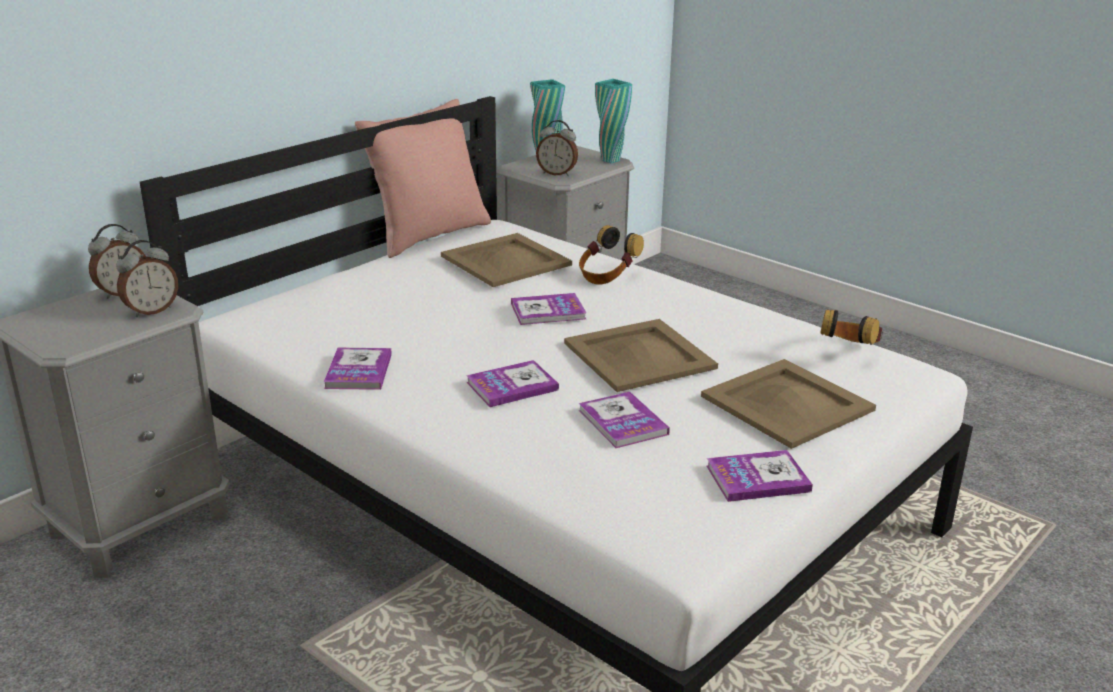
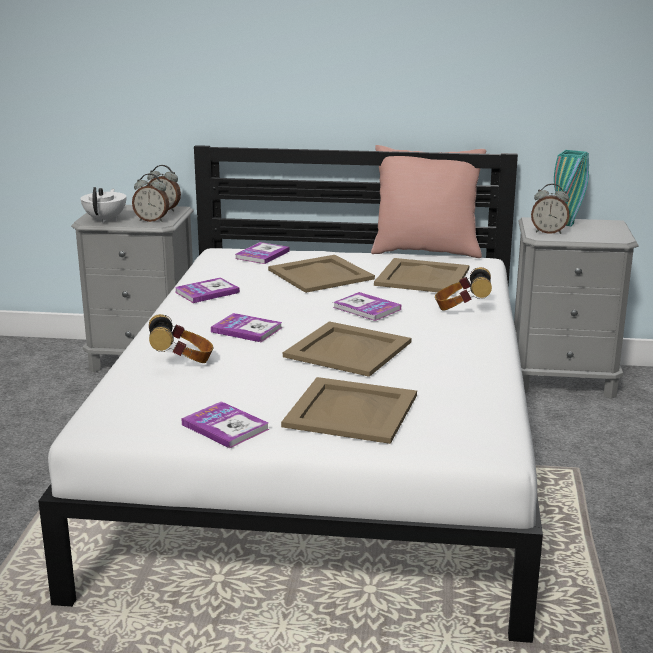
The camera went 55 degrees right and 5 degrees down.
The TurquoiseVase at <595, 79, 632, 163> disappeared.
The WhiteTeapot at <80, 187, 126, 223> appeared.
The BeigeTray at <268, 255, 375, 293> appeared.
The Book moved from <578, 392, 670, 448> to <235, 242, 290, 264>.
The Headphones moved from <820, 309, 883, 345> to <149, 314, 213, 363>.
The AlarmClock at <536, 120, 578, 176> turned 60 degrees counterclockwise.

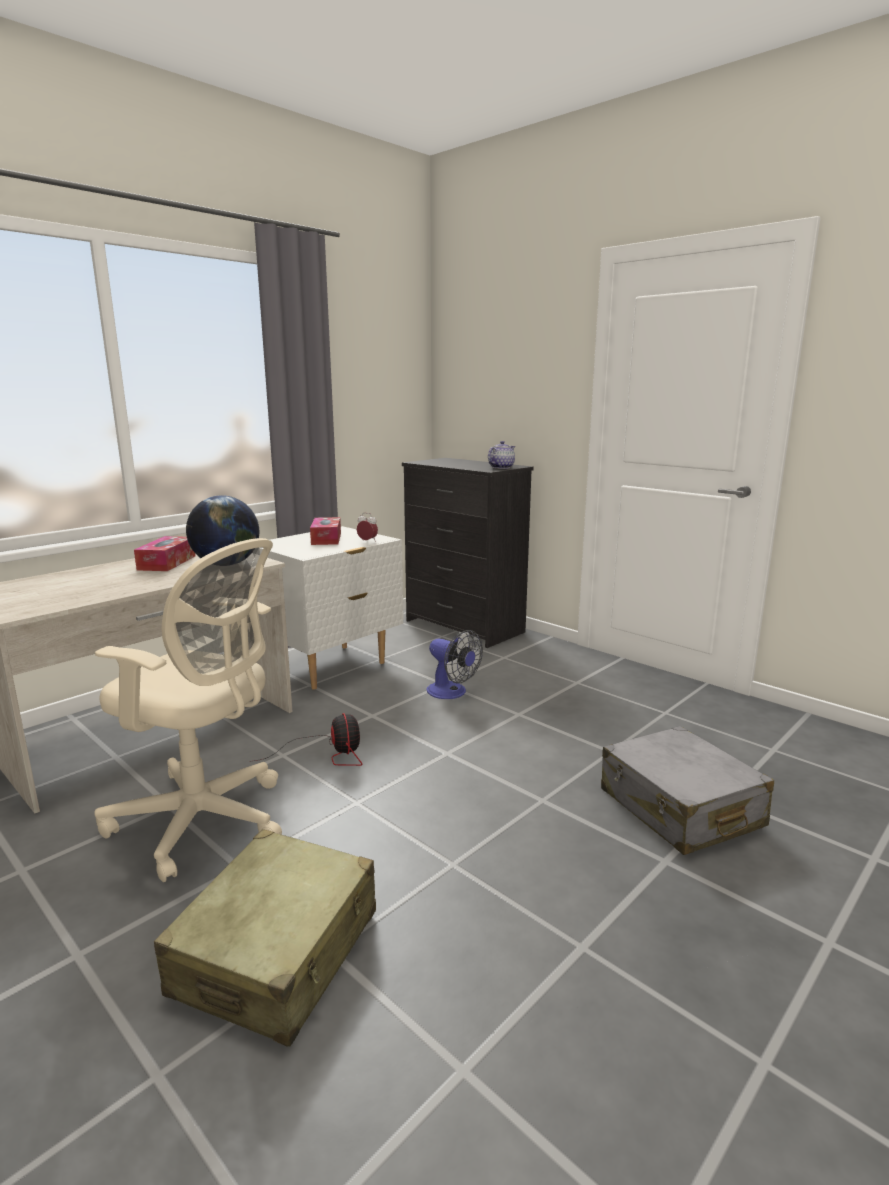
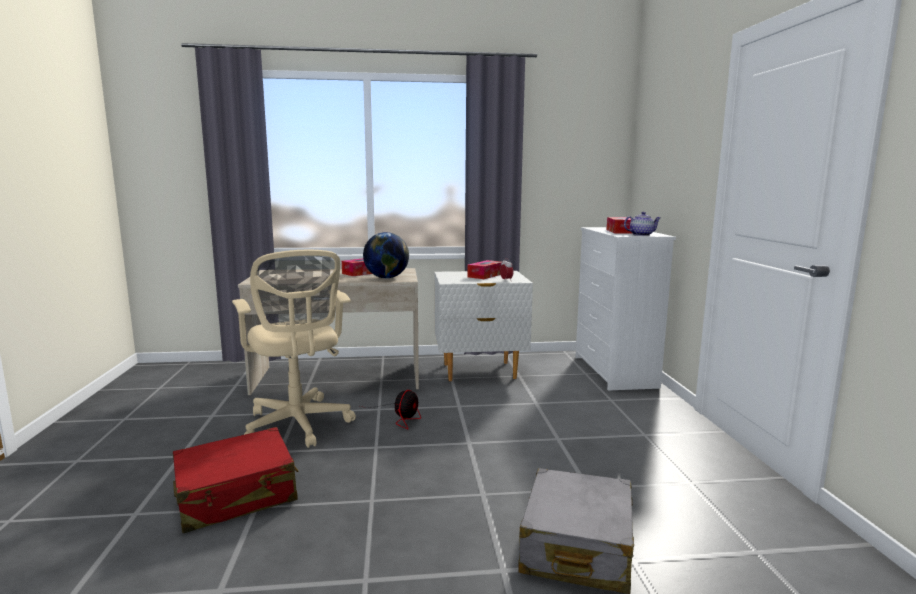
The camera went 40 degrees right and 5 degrees down.
The Fan at <426, 630, 483, 699> disappeared.
The TissueBox at <607, 217, 633, 234> appeared.
The BeigeSuitcase at <154, 829, 376, 1047> became the RedSuitcase at <173, 427, 299, 533>.
The BlackDresser at <402, 458, 534, 648> became the WhiteDresser at <575, 227, 676, 390>.

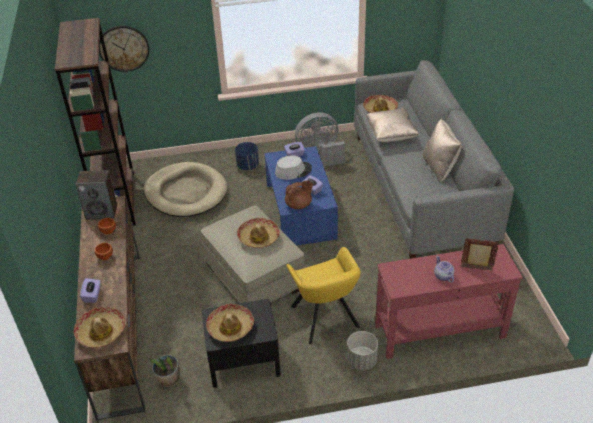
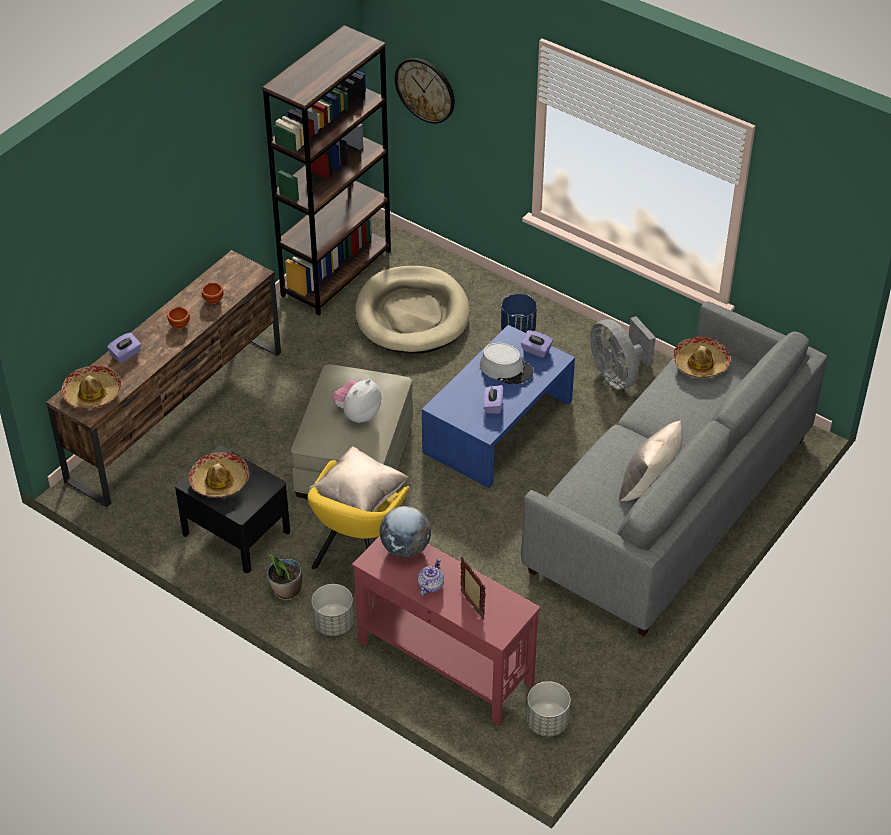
The camera went 45 degrees right and 5 degrees up.
The Speaker at <75, 170, 117, 220> disappeared.
The BrownTeapot at <285, 181, 313, 209> disappeared.
The Globe at <380, 506, 431, 558> appeared.
The GreyPlanter at <526, 681, 571, 736> appeared.
The PottedPlant moved from <150, 355, 180, 387> to <265, 551, 302, 600>.
The BeigePillow moved from <366, 108, 419, 142> to <308, 446, 409, 512>.
The Hat at <237, 218, 280, 248> was replaced by the PlushToy at <332, 379, 381, 423>.
The GreyFan at <295, 112, 345, 167> turned 150 degrees counterclockwise.

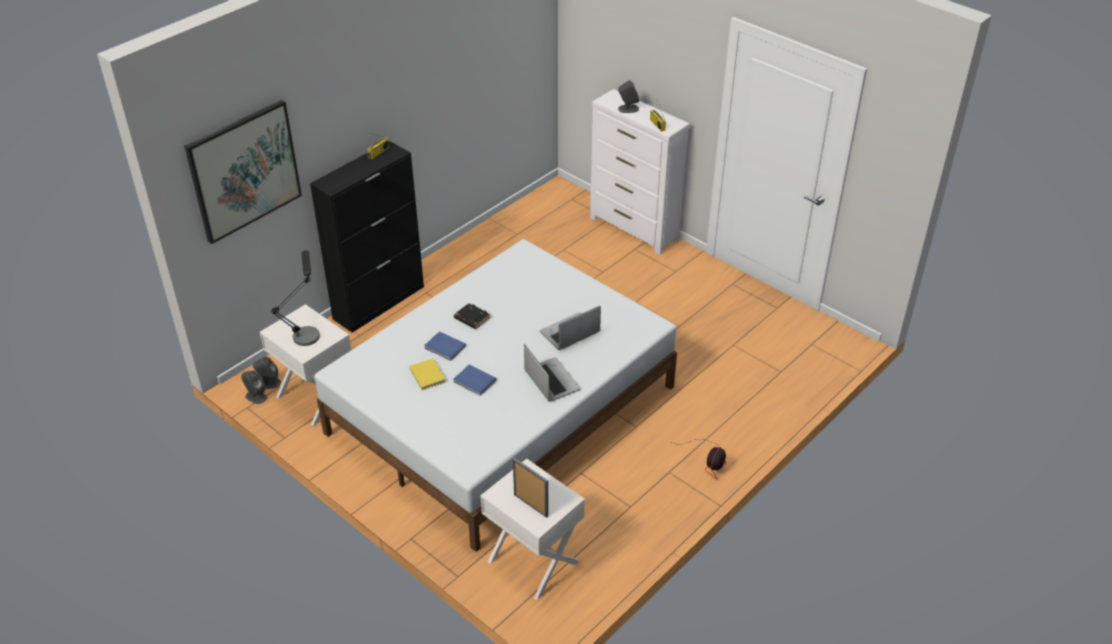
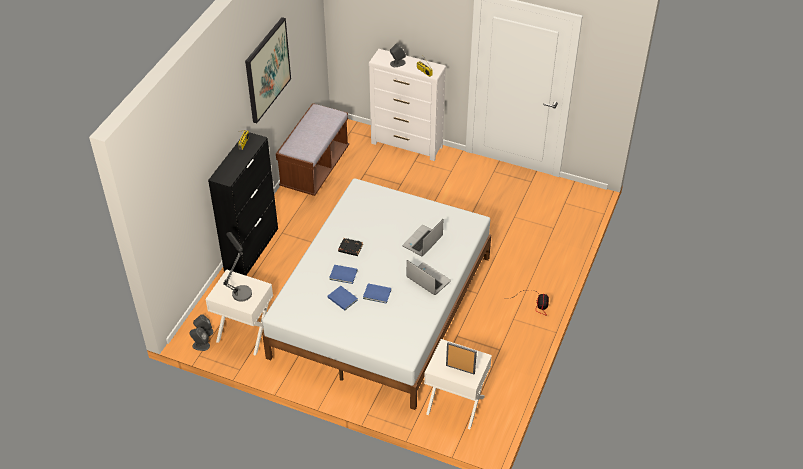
The camera went 20 degrees left and 5 degrees up.
The BrownBench at <276, 103, 349, 196> appeared.
The Picture moved from <184, 100, 302, 244> to <245, 17, 291, 123>.
The YellowBook at <409, 358, 446, 390> became the BlueBook at <328, 286, 358, 310>.

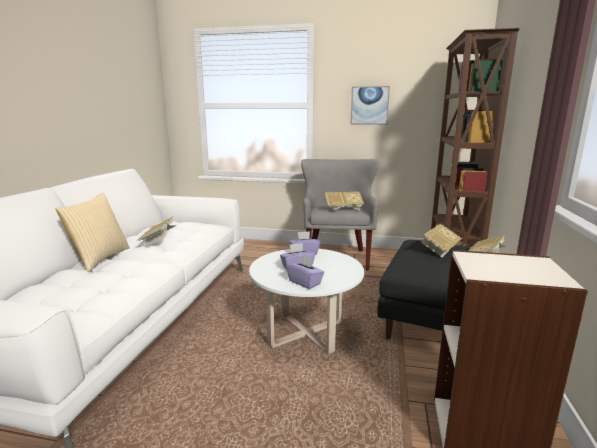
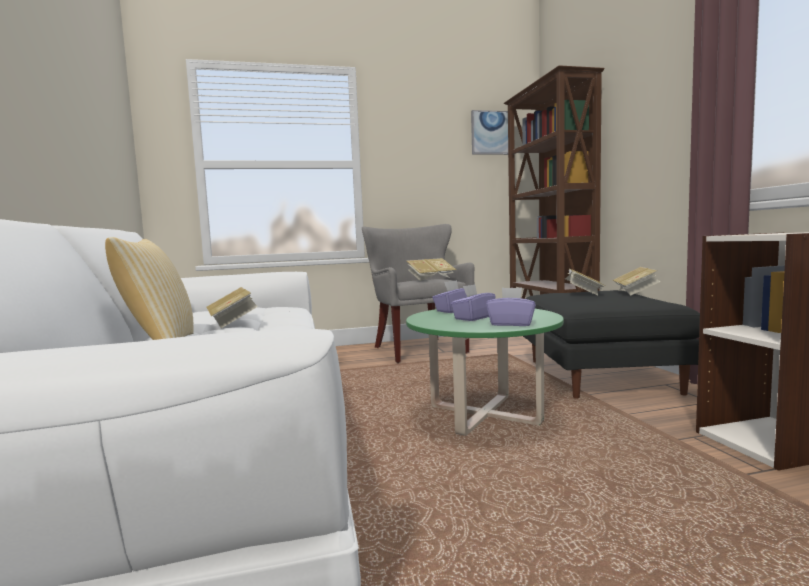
The camera went 25 degrees left and 10 degrees down.
The Picture moved from <350, 86, 390, 125> to <471, 110, 508, 155>.
The WhiteCoffeeTable at <249, 249, 364, 355> became the GreenCoffeeTable at <406, 309, 564, 436>.

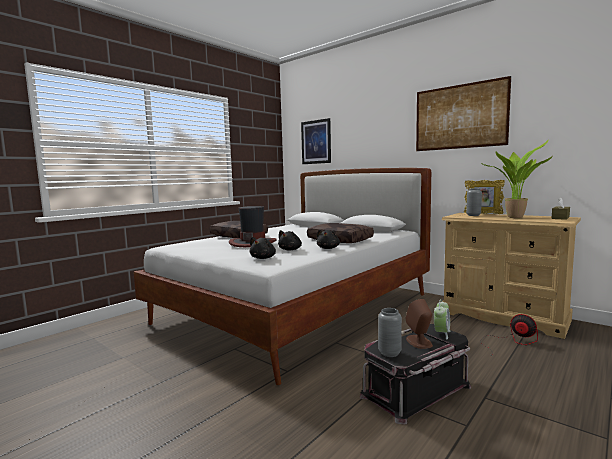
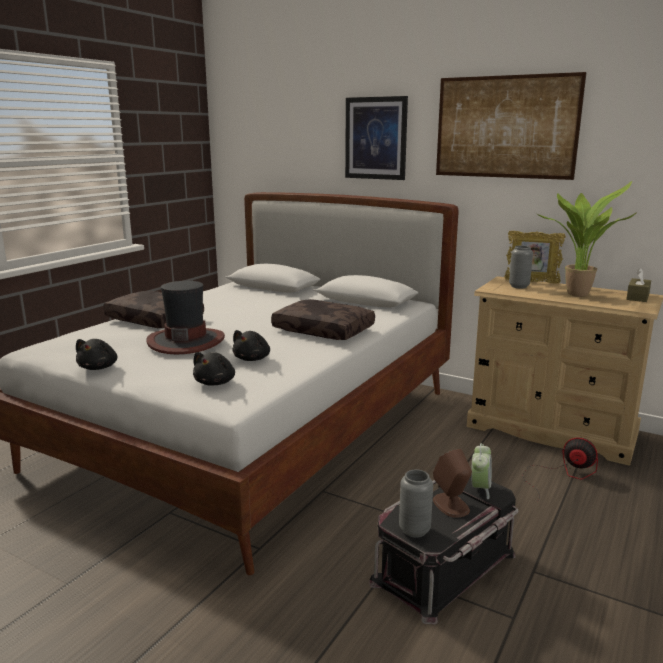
The camera went 10 degrees left and 10 degrees up.
The Picture moved from <301, 118, 331, 164> to <345, 96, 408, 180>.
The BlackPlushToy moved from <317, 229, 340, 249> to <76, 339, 117, 370>.

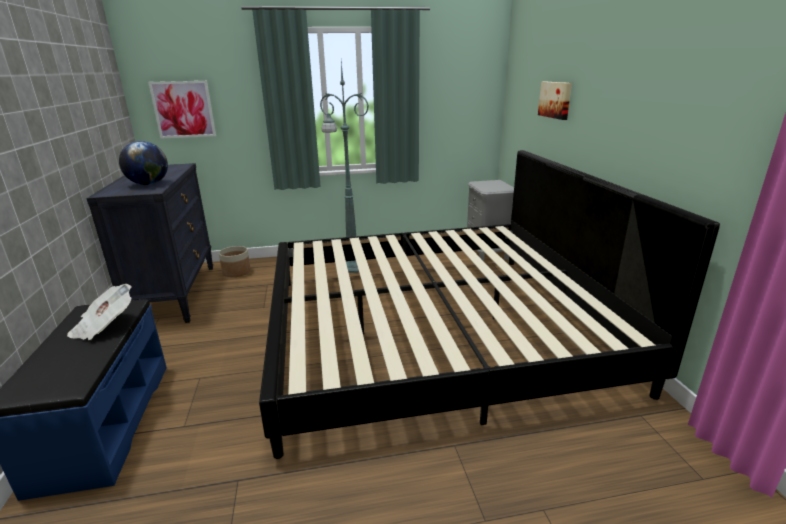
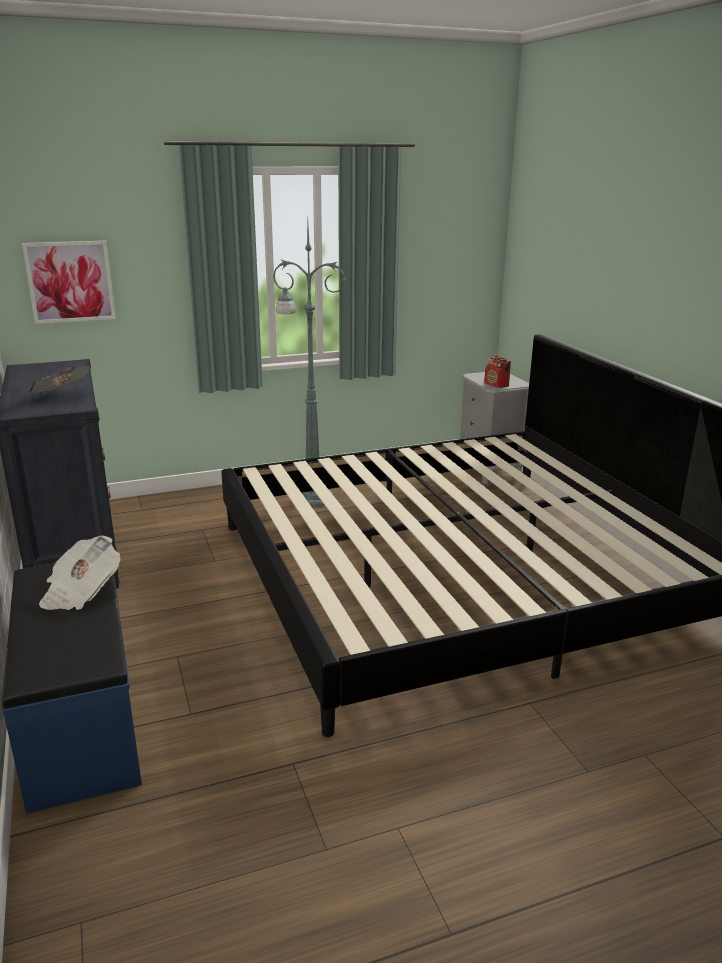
The camera went 10 degrees left and 0 degrees up.
The Planter at <219, 246, 251, 277> disappeared.
The Picture at <538, 81, 572, 120> disappeared.
The Radio at <484, 355, 511, 388> appeared.
The Globe at <119, 141, 168, 185> was replaced by the Newspaper at <28, 366, 90, 394>.

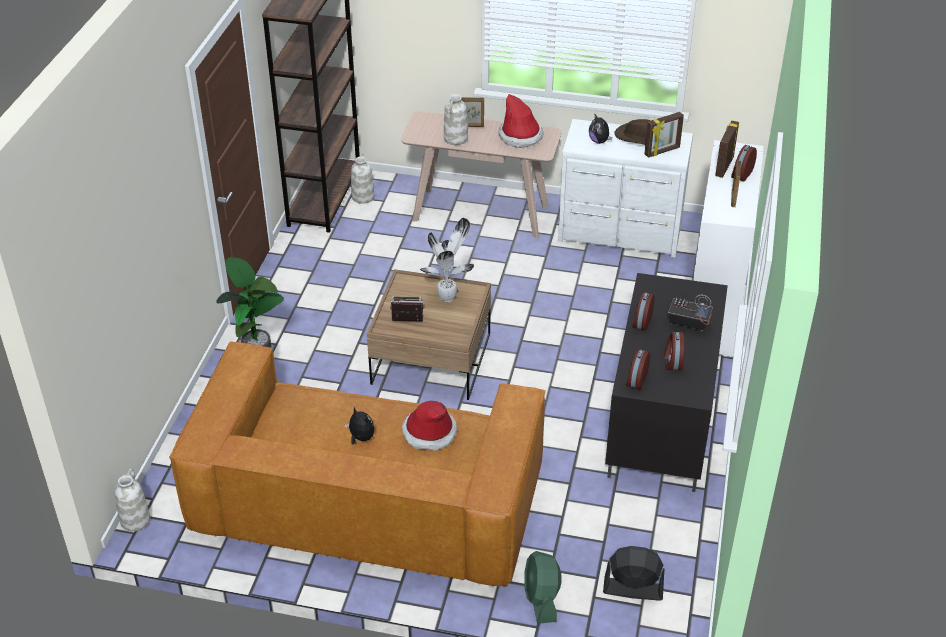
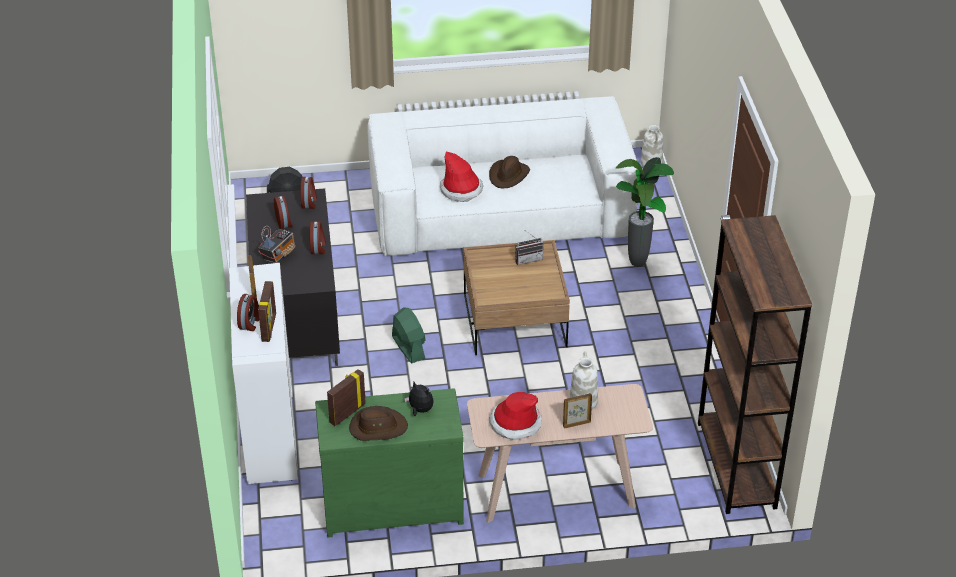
The camera went 160 degrees right and 0 degrees up.
The WhiteVase at <351, 152, 375, 204> disappeared.
The PottedPlant at <420, 218, 474, 302> disappeared.
The GreenFan moved from <524, 551, 561, 624> to <392, 307, 426, 363>.
The PlushToy at <345, 407, 375, 445> was replaced by the BrownHat at <489, 156, 530, 188>.
The BrownSofa at <169, 341, 545, 587> became the WhiteSofa at <367, 96, 637, 256>.
The WhiteDresser at <558, 119, 693, 257> became the GreenDresser at <315, 388, 464, 538>.
The Radio at <668, 295, 713, 332> turned 60 degrees counterclockwise.

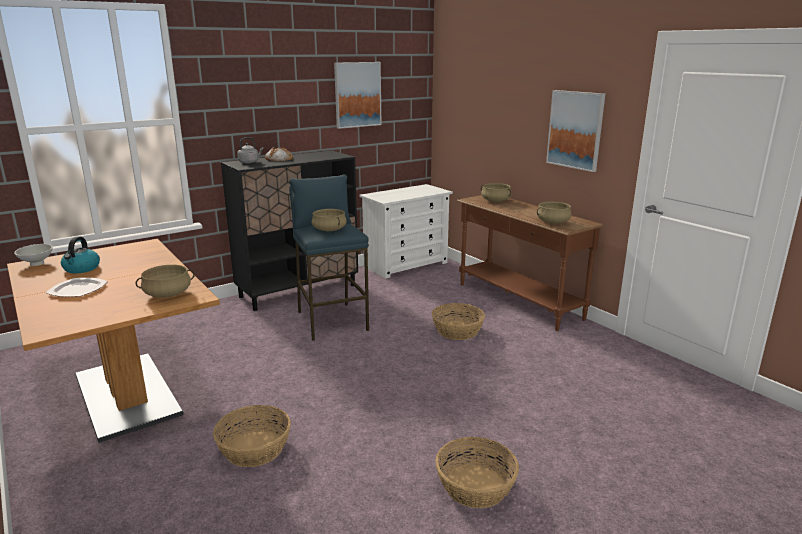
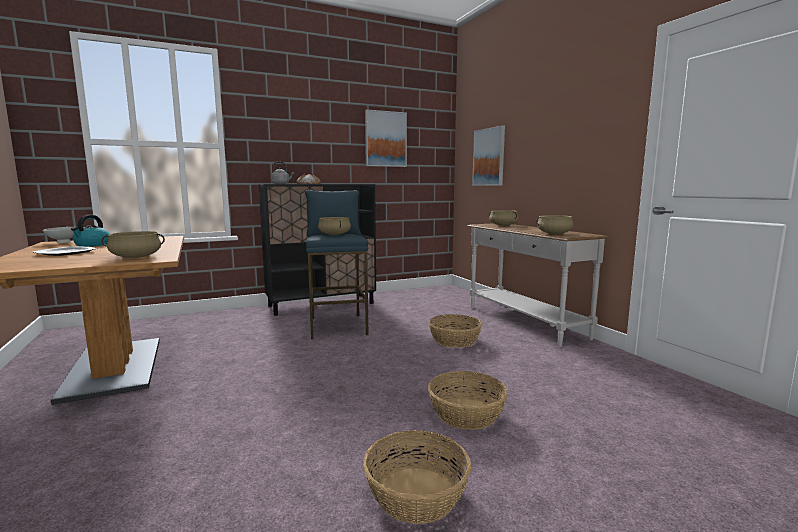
The camera went 10 degrees right and 10 degrees down.
The WhiteDresser at <359, 184, 453, 279> disappeared.
The Basket moved from <213, 405, 291, 467> to <428, 371, 508, 430>.
The Picture moved from <546, 90, 605, 172> to <472, 125, 505, 186>.
The BrownConsoleTable at <457, 195, 604, 331> became the WhiteConsoleTable at <467, 223, 609, 347>.

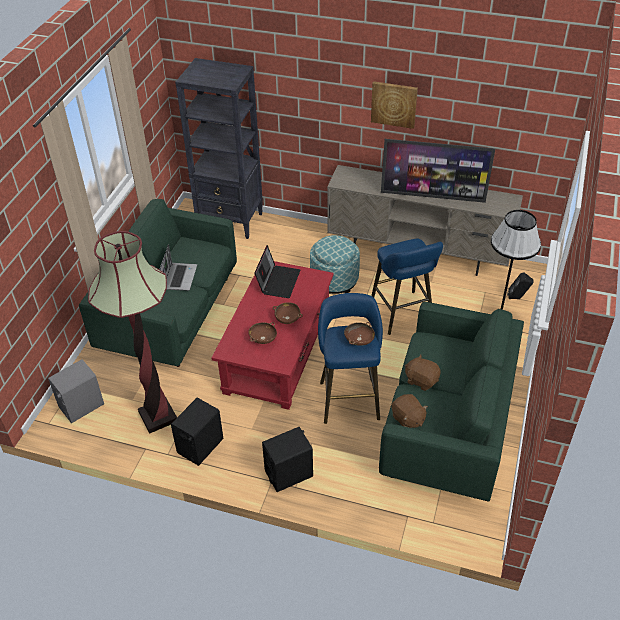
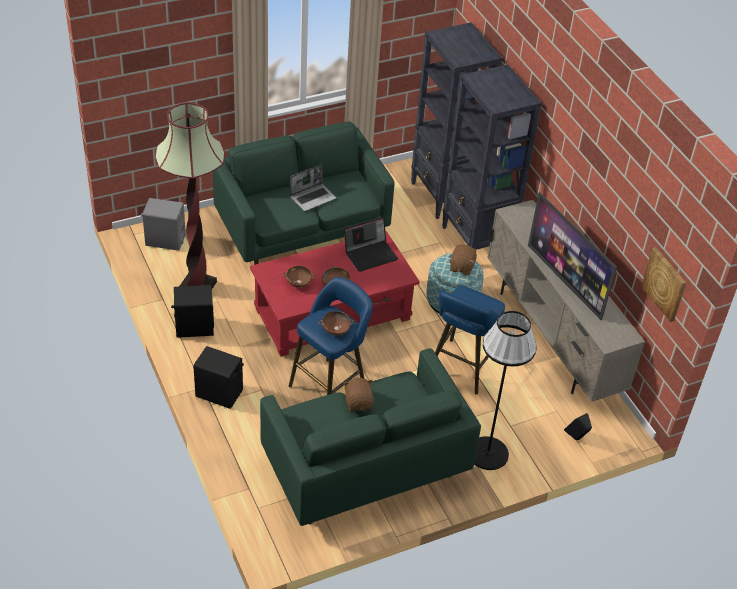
The camera went 45 degrees right and 0 degrees up.
The BlackBookcase at <442, 65, 542, 250> appeared.
The Picture moved from <371, 81, 418, 129> to <641, 247, 686, 322>.
The BrownPlushToy moved from <391, 394, 428, 428> to <449, 244, 477, 275>.

